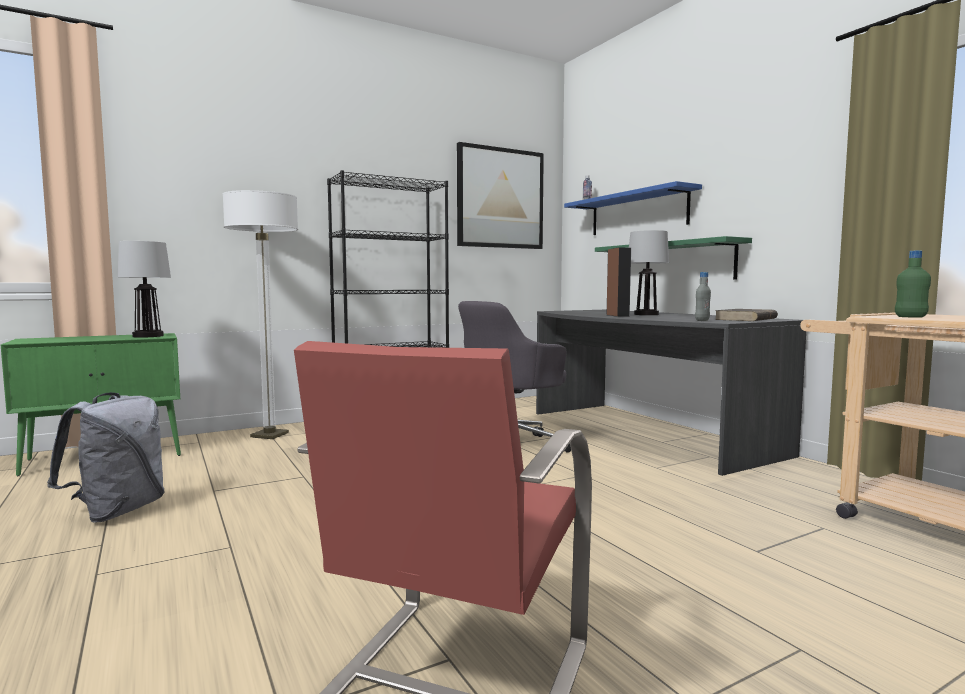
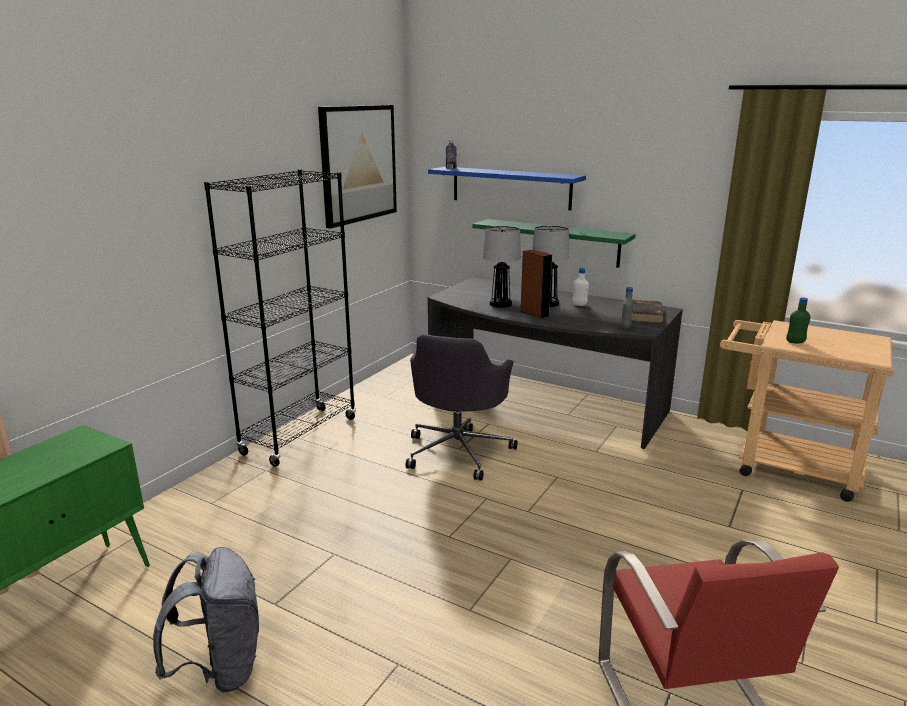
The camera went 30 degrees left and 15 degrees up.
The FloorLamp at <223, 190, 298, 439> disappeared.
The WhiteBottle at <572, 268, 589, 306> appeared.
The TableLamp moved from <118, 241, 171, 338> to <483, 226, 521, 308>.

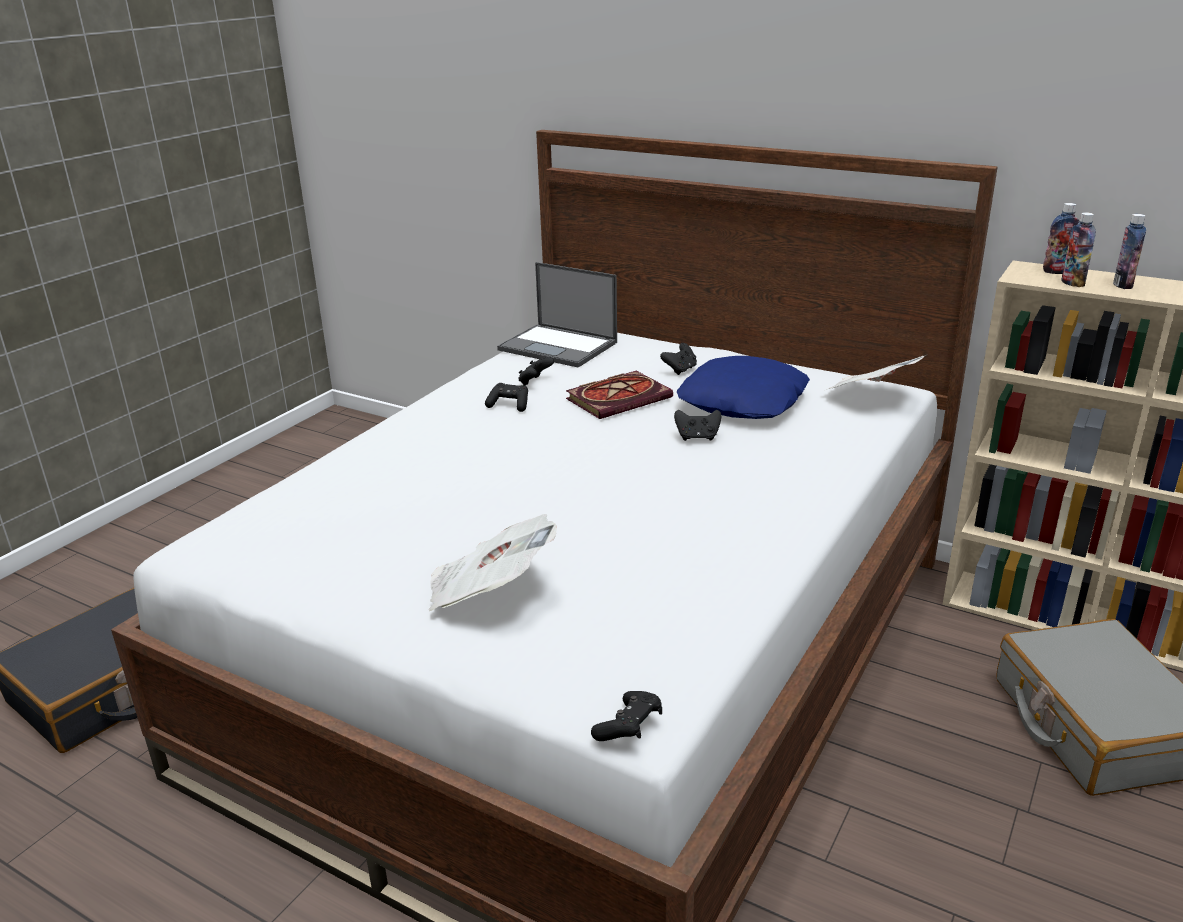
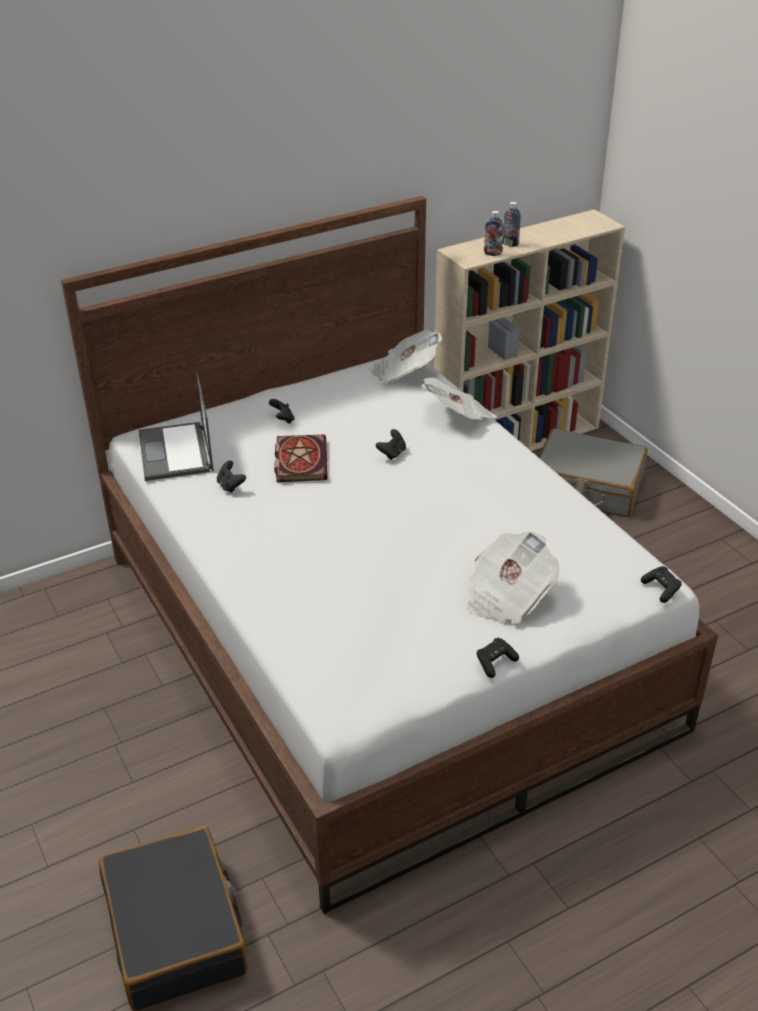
The camera went 60 degrees left and 10 degrees up.
The BluePillow at <677, 356, 810, 419> disappeared.
The Bottle at <1043, 203, 1079, 274> disappeared.
The Newspaper at <421, 378, 497, 421> appeared.
The BlackGameController moved from <485, 383, 528, 412> to <476, 638, 519, 678>.
The Laptop at <497, 262, 617, 368> turned 105 degrees clockwise.

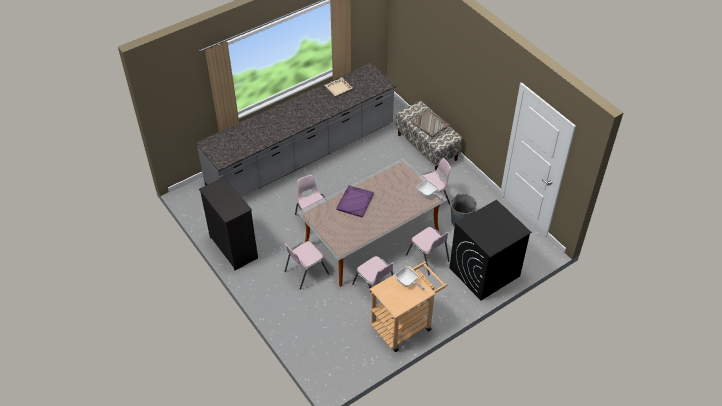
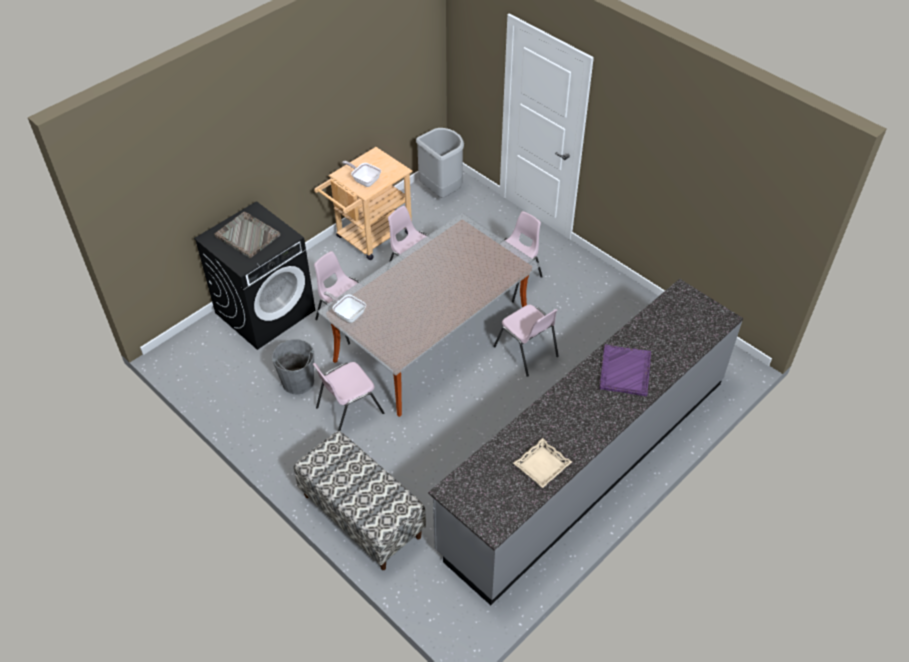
The camera went 170 degrees right and 0 degrees up.
The BlackDresser at <199, 177, 258, 270> disappeared.
The GreyTrashCan at <416, 128, 464, 198> appeared.
The PurpleTray moved from <336, 185, 374, 217> to <600, 344, 651, 396>.
The GreyTray moved from <411, 110, 450, 137> to <214, 212, 280, 258>.

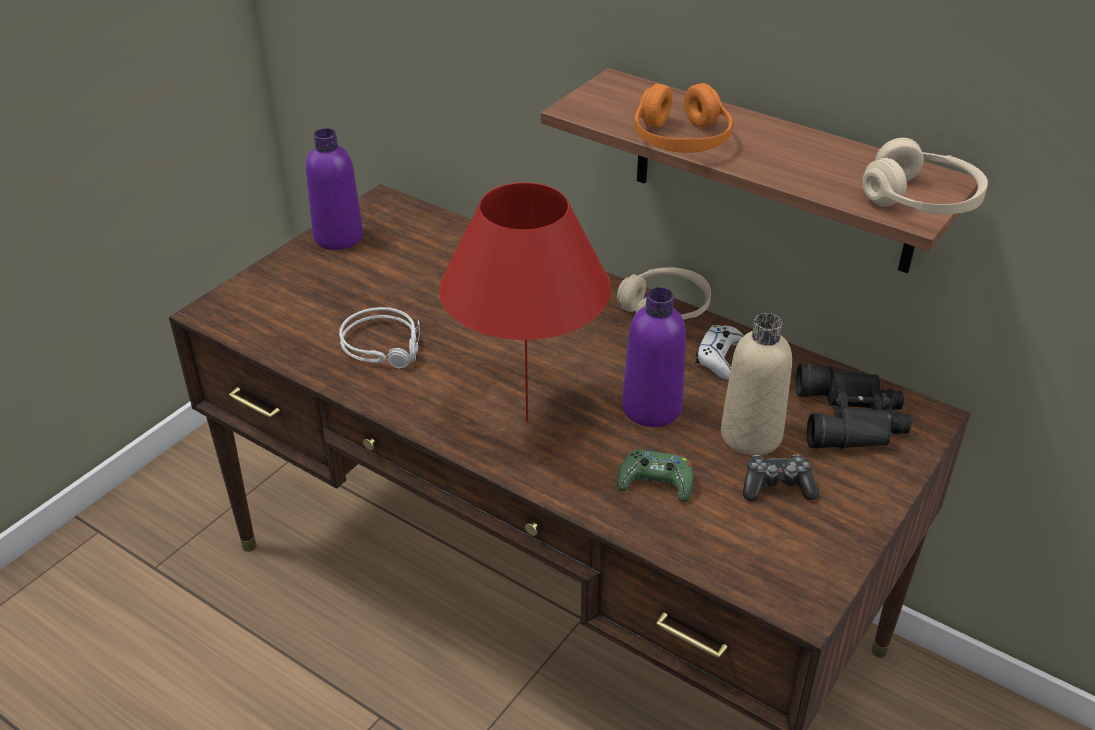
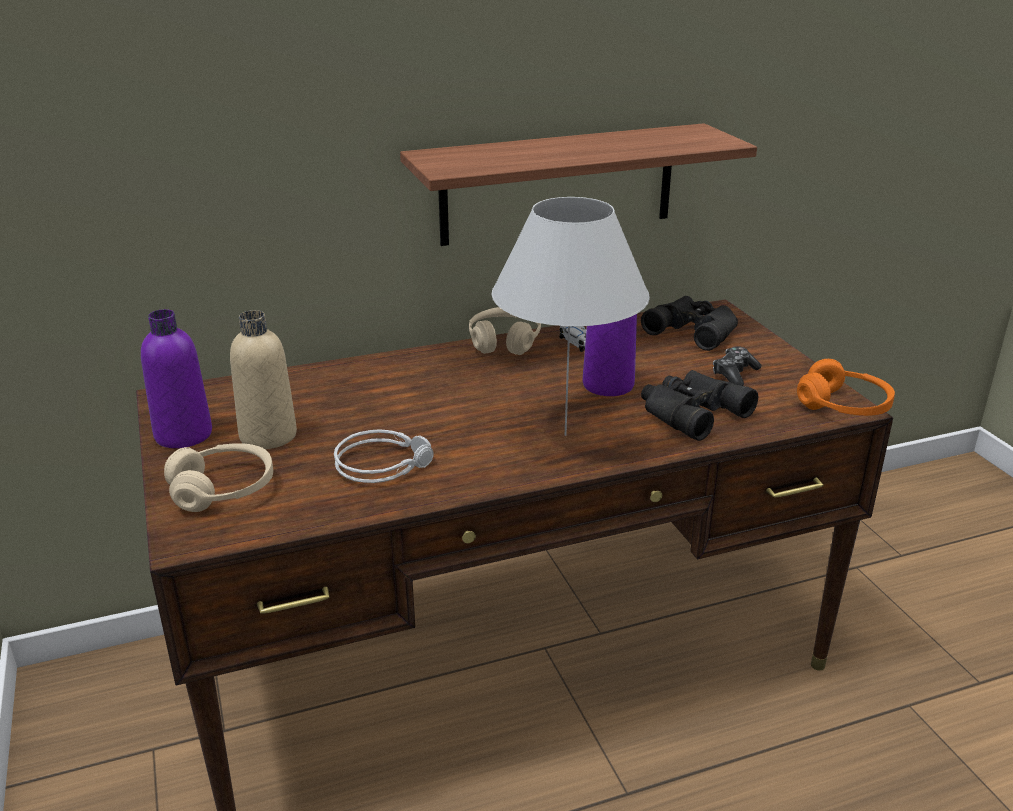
The camera went 55 degrees left and 10 degrees down.
The OrangeHeadphones moved from <635, 83, 733, 153> to <797, 359, 895, 416>.
The BeigeBottle moved from <721, 313, 792, 455> to <230, 310, 297, 449>.
The BeigeHeadphones moved from <862, 138, 988, 214> to <164, 443, 273, 512>.
The GreenGameController at <617, 449, 694, 502> was replaced by the BlackBinoculars at <641, 370, 758, 441>.
The RedTableLamp at <439, 182, 611, 422> became the WhiteTableLamp at <491, 197, 650, 436>.

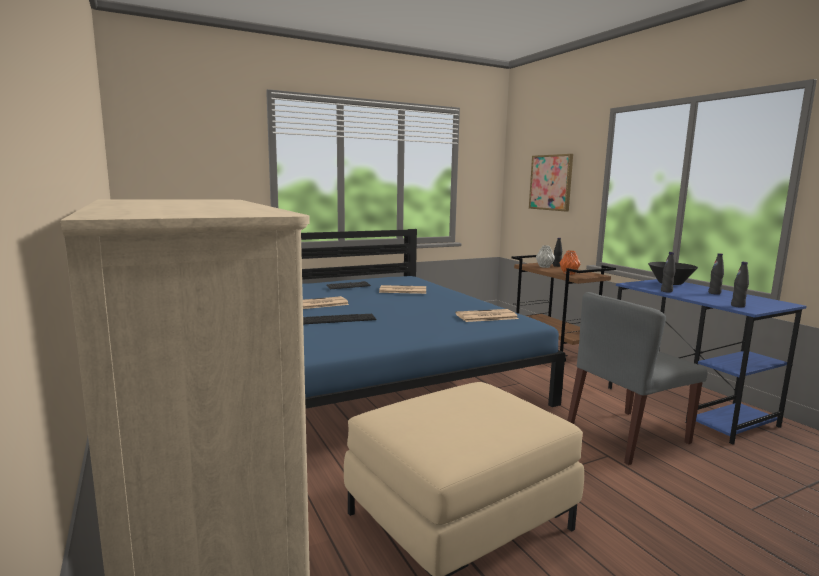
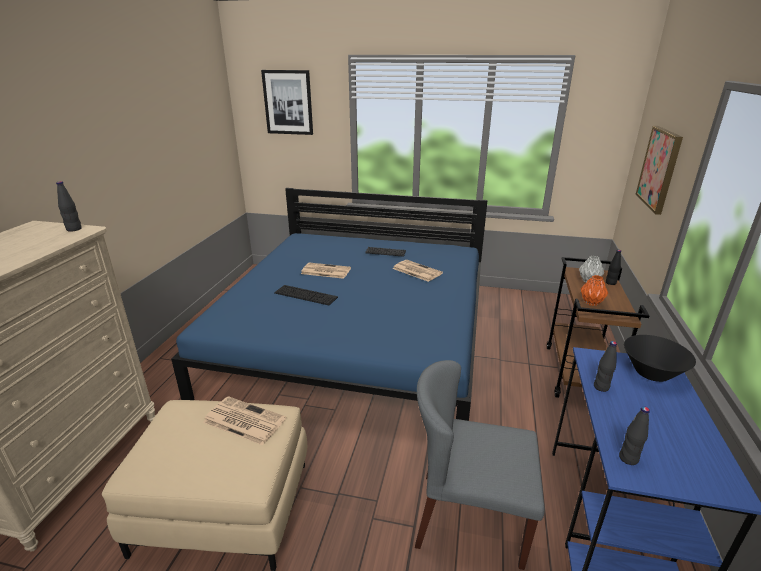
The camera went 40 degrees right and 15 degrees up.
The Picture at <261, 70, 313, 135> appeared.
The Newspaper moved from <455, 309, 518, 322> to <203, 396, 286, 446>.
The BlackBottle moved from <708, 253, 724, 295> to <56, 181, 82, 232>.

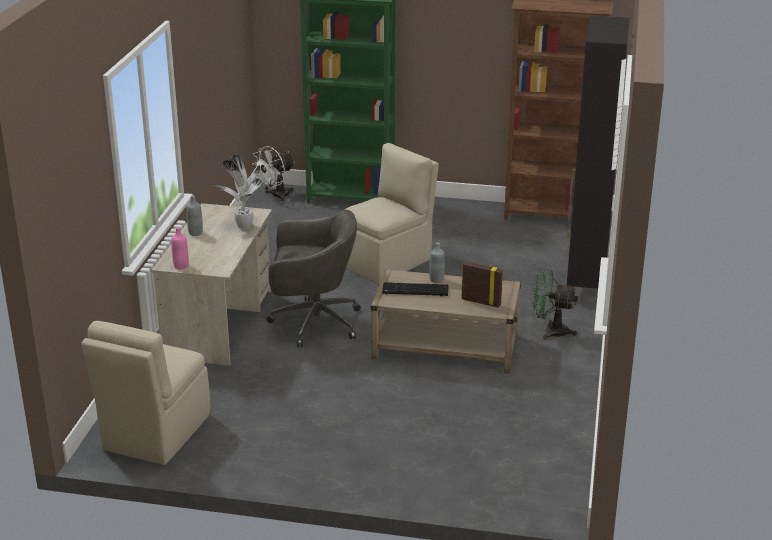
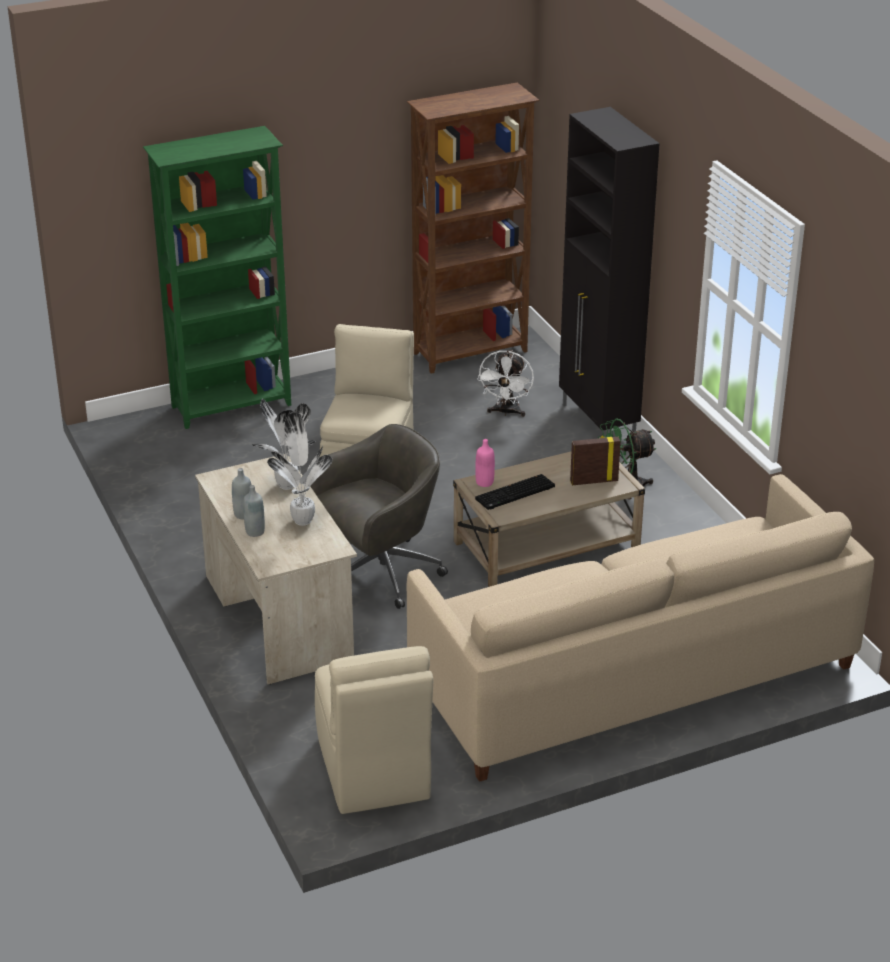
The camera went 35 degrees left and 5 degrees up.
The PottedPlant at <267, 412, 332, 526> appeared.
The BeigeSofa at <407, 474, 874, 782> appeared.
The PinkBottle moved from <171, 227, 189, 269> to <475, 439, 495, 487>.
The WhiteFan moved from <252, 146, 295, 202> to <477, 350, 534, 417>.
The GreyBottle moved from <429, 242, 445, 283> to <243, 485, 265, 537>.

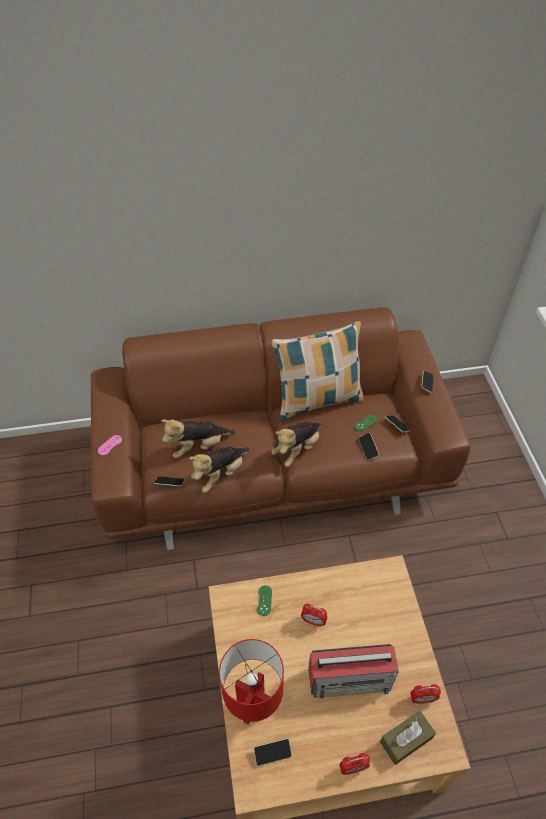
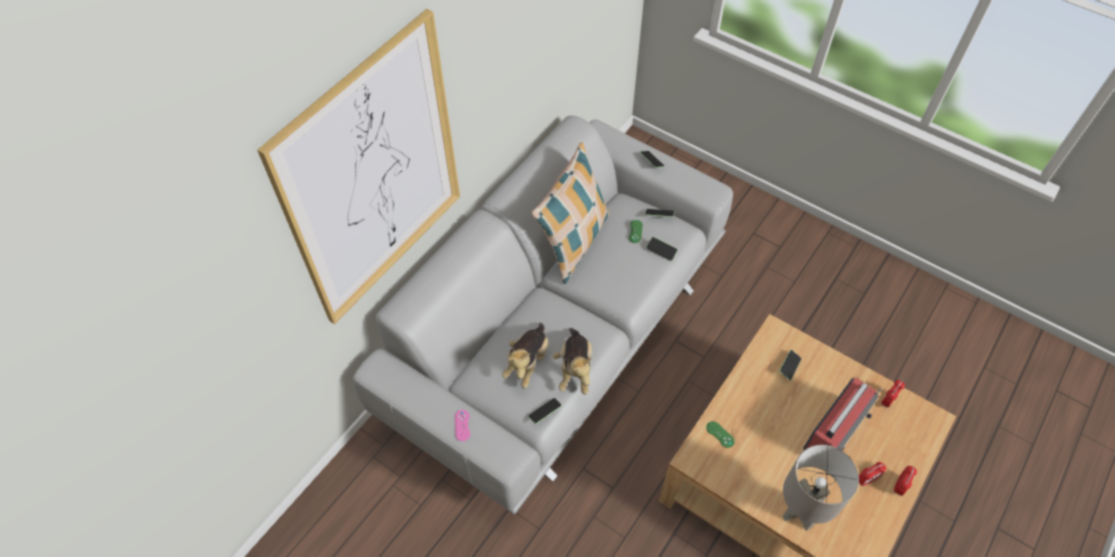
The camera went 45 degrees left and 5 degrees up.
The PlushToy at <271, 422, 322, 467> disappeared.
The BrownTissueBox at <380, 711, 436, 765> disappeared.
The Picture at <257, 9, 460, 324> appeared.
The Phone moved from <254, 738, 292, 766> to <779, 350, 801, 381>.
The AlarmClock moved from <301, 604, 327, 627> to <859, 462, 886, 486>.
The BrownSofa at <91, 307, 470, 550> became the GreySofa at <353, 116, 733, 514>.
The RedTableLamp at <219, 639, 284, 724> became the GreyTableLamp at <783, 445, 859, 530>.

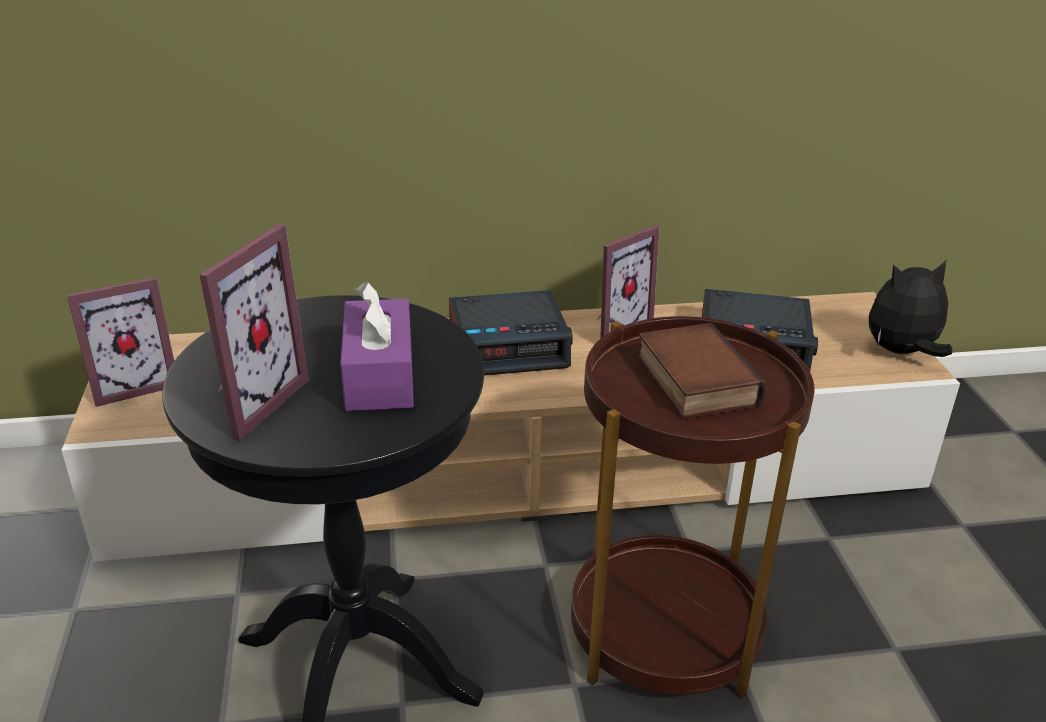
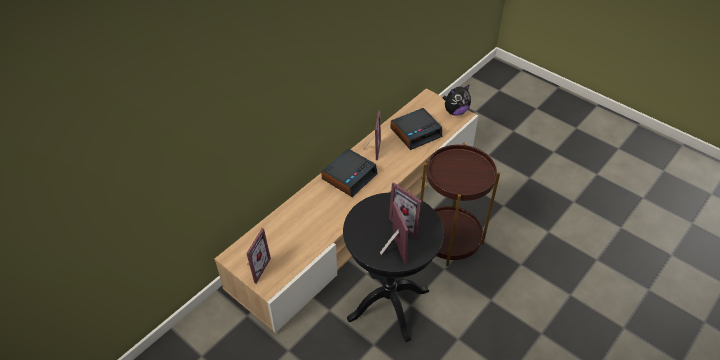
The camera went 40 degrees left and 15 degrees up.
The Book at <637, 323, 766, 419> disappeared.
The PurpleTissueBox at <340, 281, 414, 411> was replaced by the PictureFrame at <389, 182, 422, 238>.
The PlushToy at <869, 260, 952, 357> turned 150 degrees counterclockwise.

